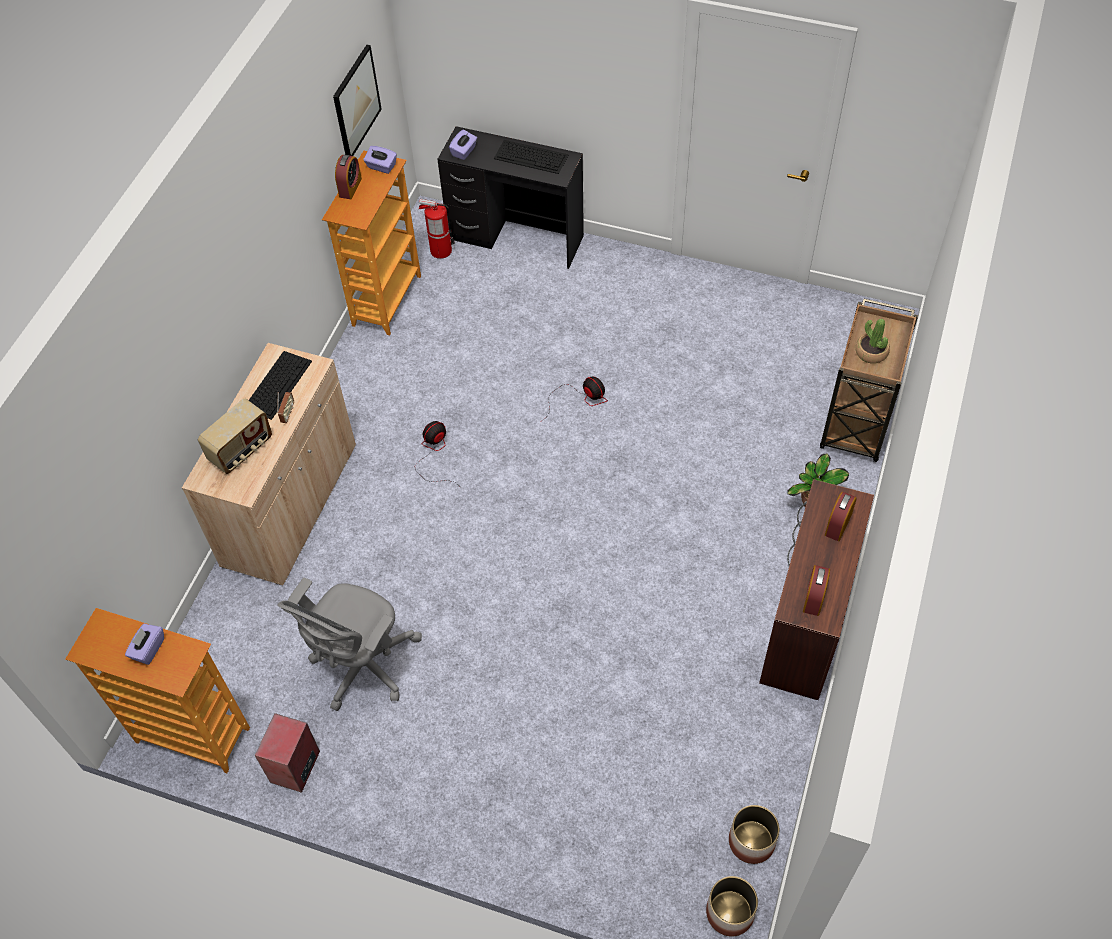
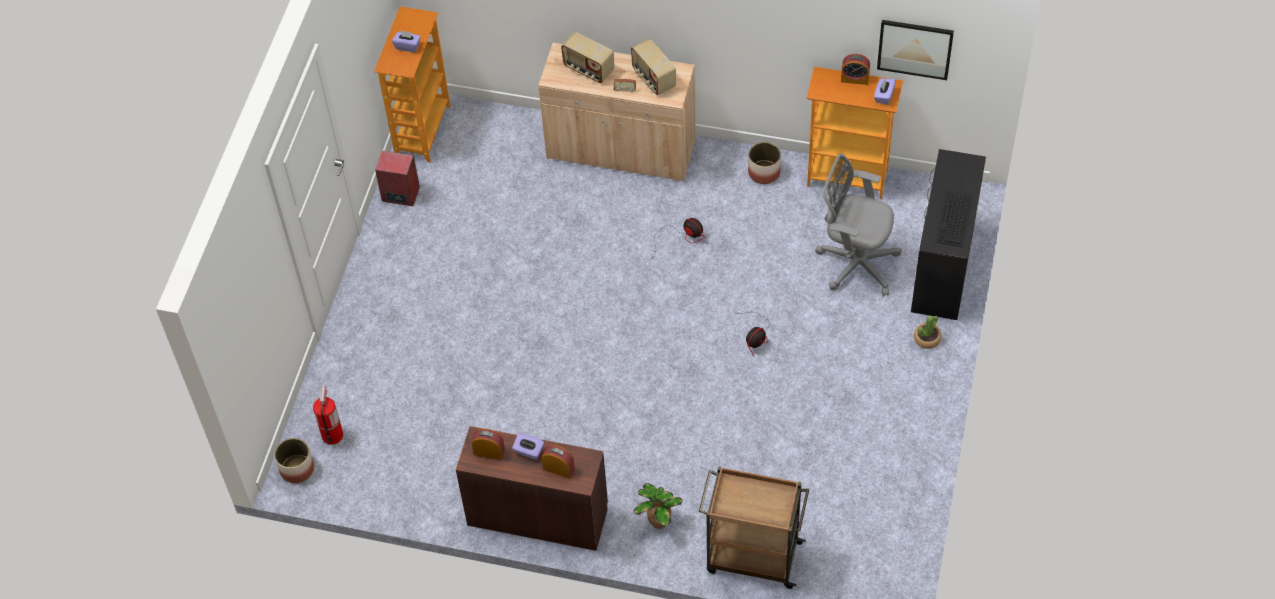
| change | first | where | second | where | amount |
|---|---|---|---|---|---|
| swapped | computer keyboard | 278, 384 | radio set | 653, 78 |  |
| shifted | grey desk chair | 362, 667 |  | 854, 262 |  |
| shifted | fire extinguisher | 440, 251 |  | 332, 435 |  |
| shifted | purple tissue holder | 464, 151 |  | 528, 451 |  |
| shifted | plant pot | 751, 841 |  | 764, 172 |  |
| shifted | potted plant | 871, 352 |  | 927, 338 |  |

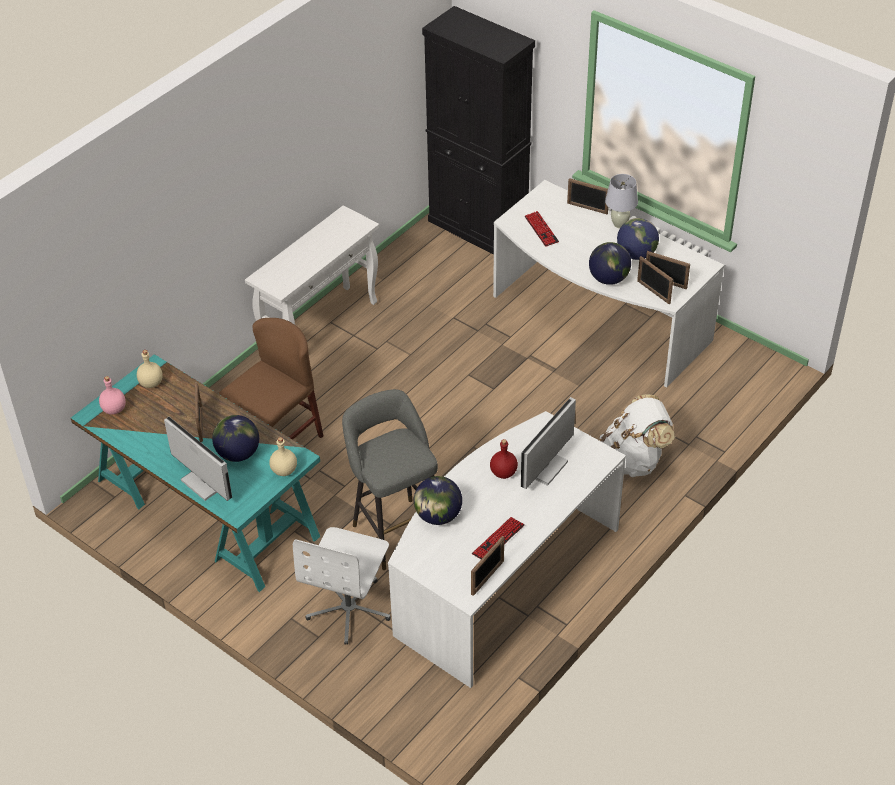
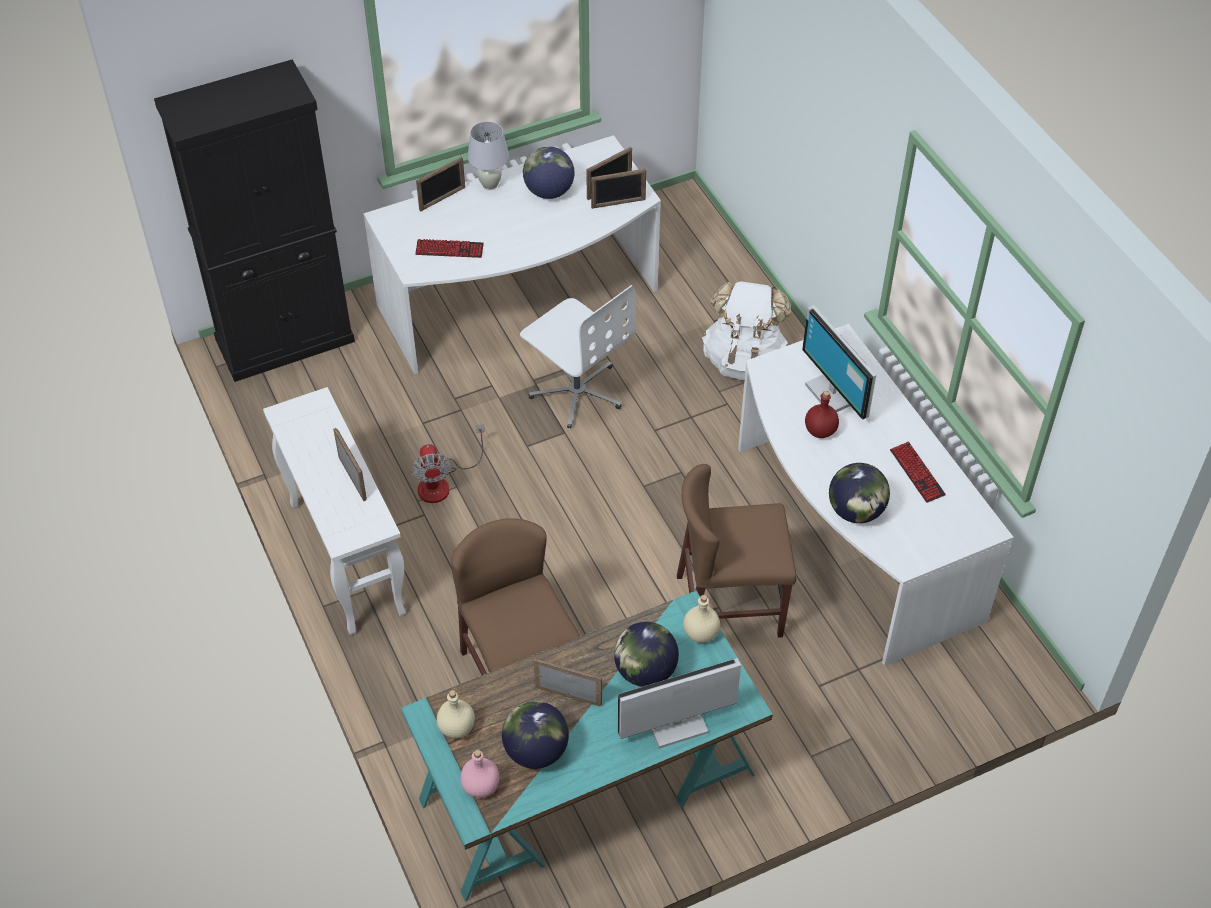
| change | first | where | second | where | amount |
|---|---|---|---|---|---|
| shifted | white desk chair | 349, 608 |  | 577, 391 |  |
| swapped | grey sitting stool | 395, 530 | brown-coloured upright chair | 729, 606 |  |
| shifted | standing frame | 487, 577 |  | 352, 478 |  |
| shifted | world globe | 608, 279 |  | 536, 751 |  |
| new |  |  | electric fan | 442, 483 |  |

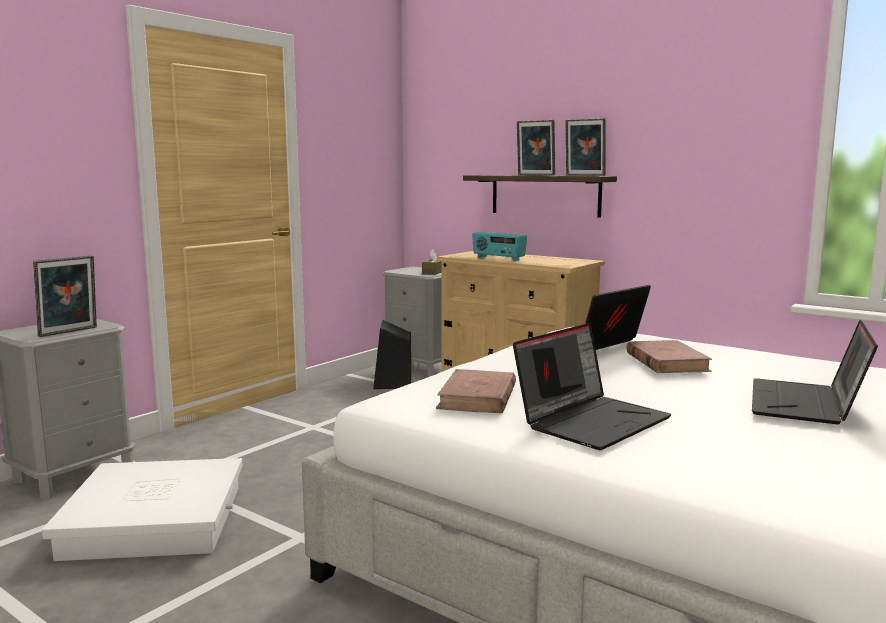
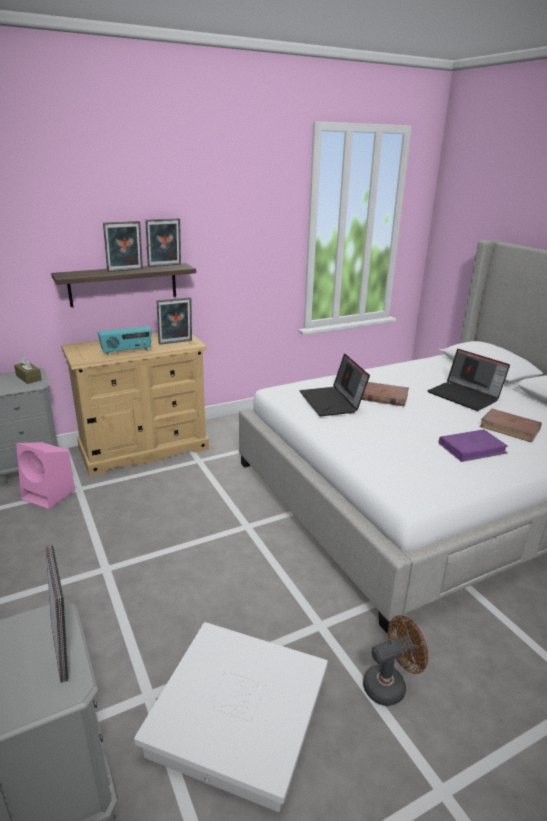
| change | first | where | second | where | amount |
|---|---|---|---|---|---|
| repainted | black-coloured audio speaker | 393, 384 | pinkish audio speaker | 50, 495 |  |
| shifted | brown-coloured volume | 477, 397 |  | 510, 428 |  |
| swapped | portable computer | 592, 421 | purple volume | 472, 448 |  |
| new |  |  | standing frame | 176, 342 |  |
| new |  |  | brown-coloured electric fan | 390, 684 |  |

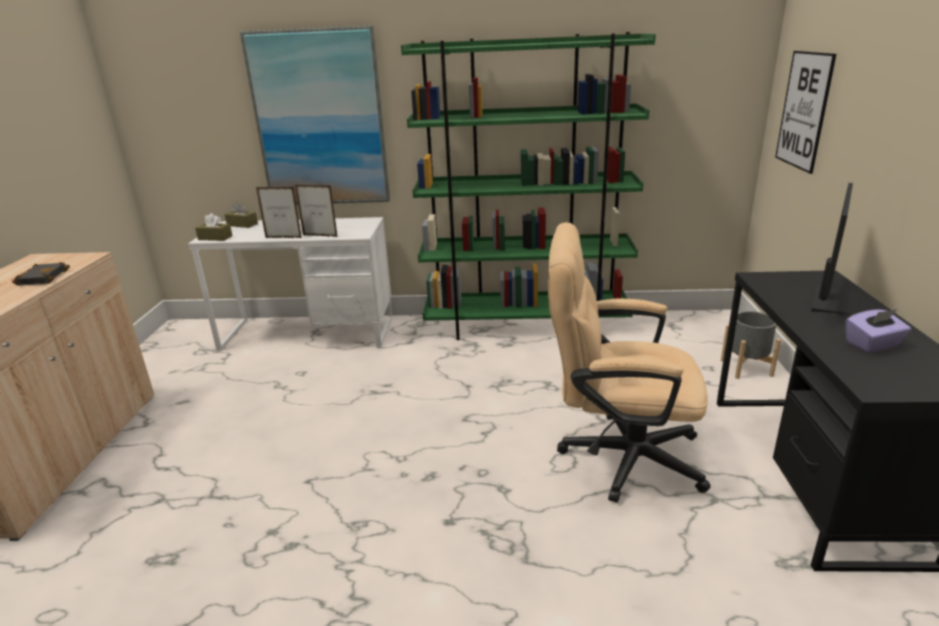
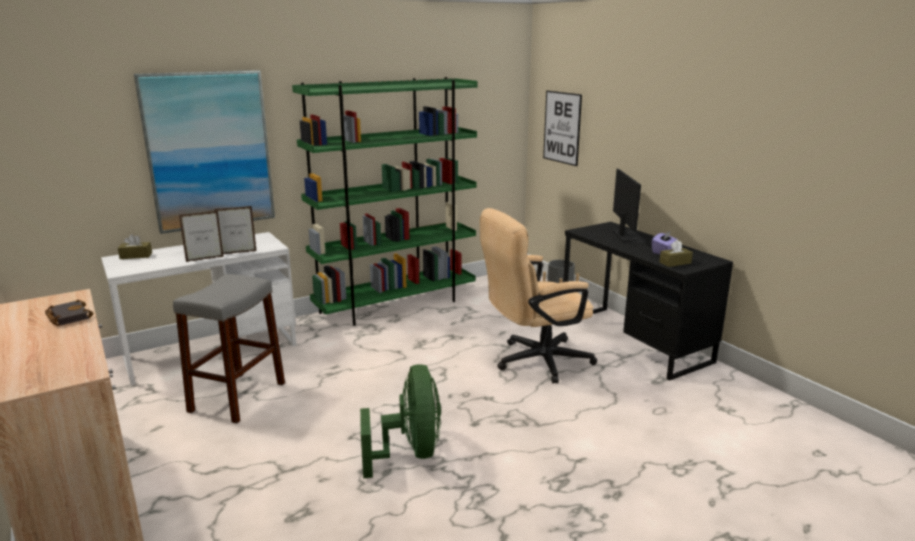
| change | first | where | second | where | amount |
|---|---|---|---|---|---|
| shifted | brown-coloured tissue holder | 215, 238 |  | 675, 263 |  |
| new |  |  | grey sitting stool | 237, 397 |  |
| new |  |  | green electric fan | 410, 453 |  |

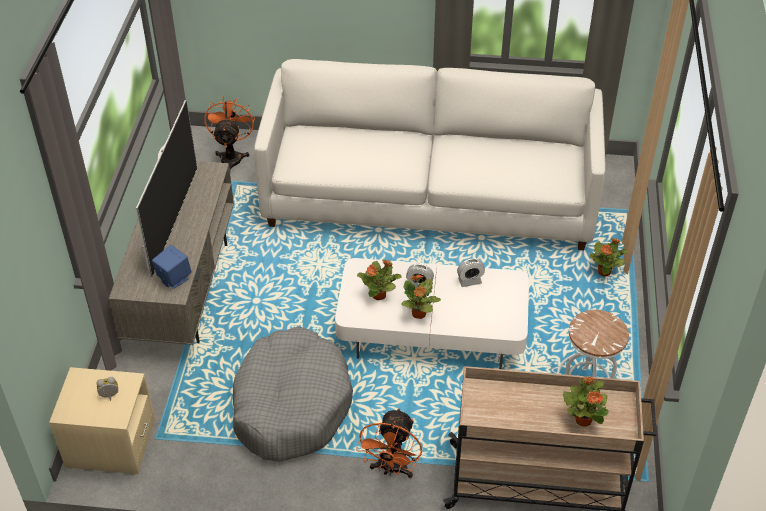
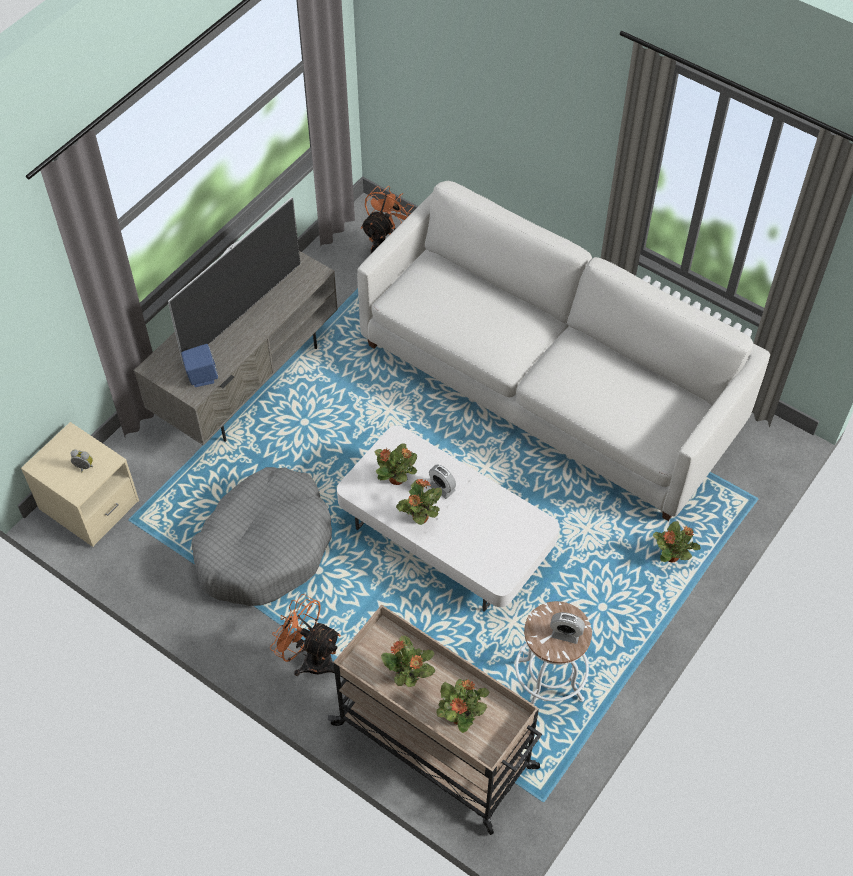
| change | first | where | second | where | amount |
|---|---|---|---|---|---|
| rotated | orange-coloured electric fan | 391, 469 |  | 311, 658 | 75 degrees clockwise |
| shifted | table clock | 470, 281 |  | 565, 634 |  |
| new |  |  | potted plant | 409, 677 |  |

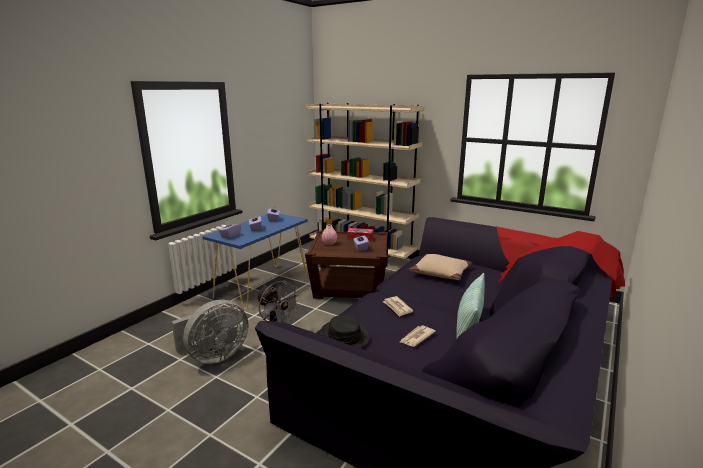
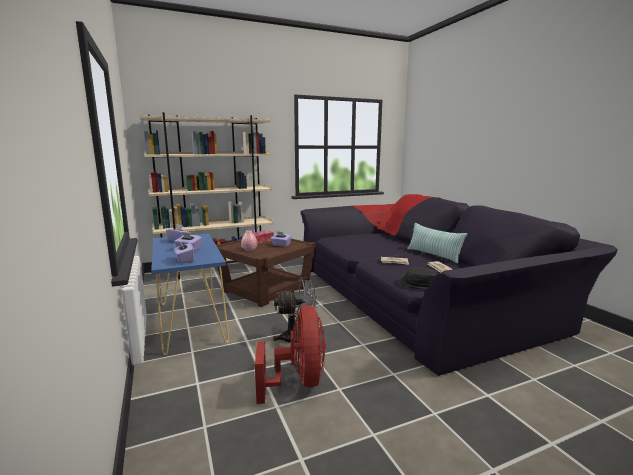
| change | first | where | second | where | amount |
|---|---|---|---|---|---|
| repainted | grey electric fan | 214, 356 | red electric fan | 298, 382 |  |
| gone | sand-coloured pillow | 441, 273 |  |  |  |

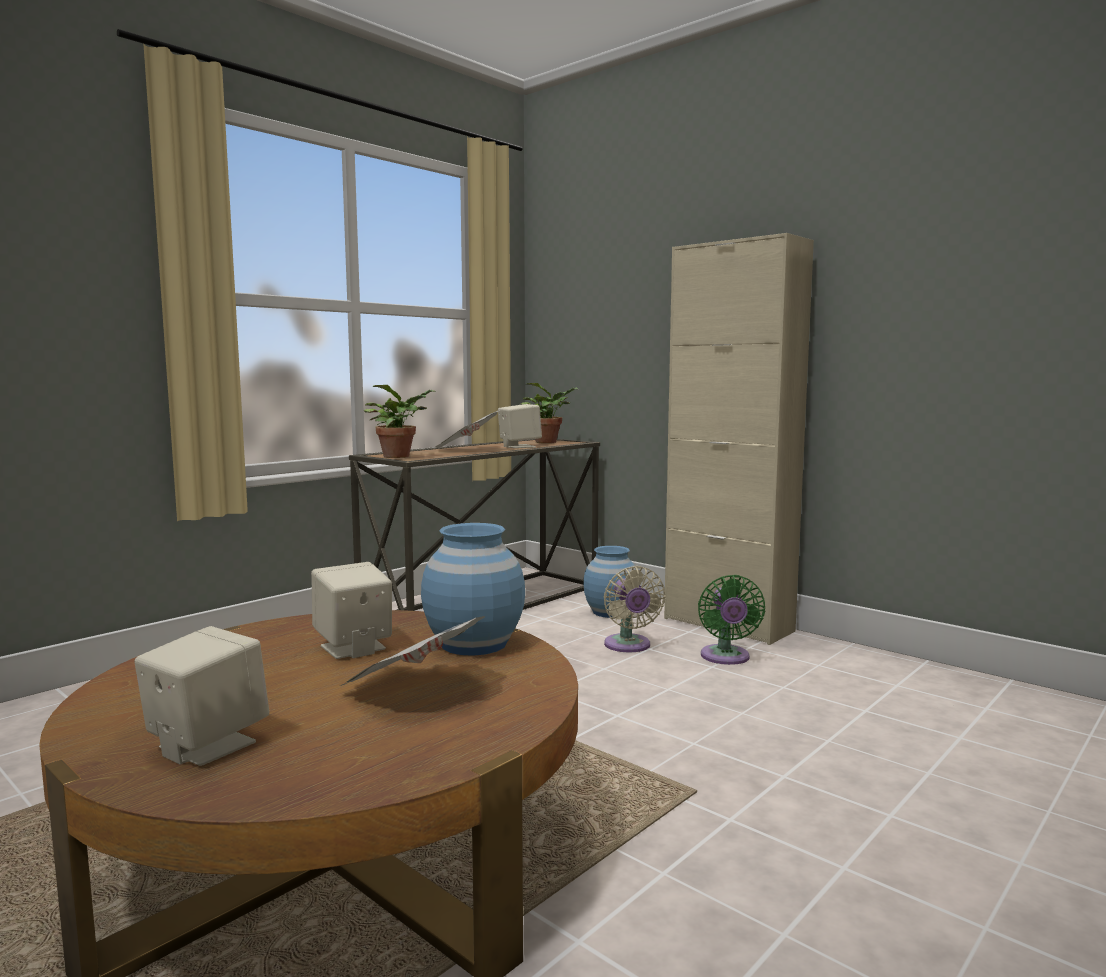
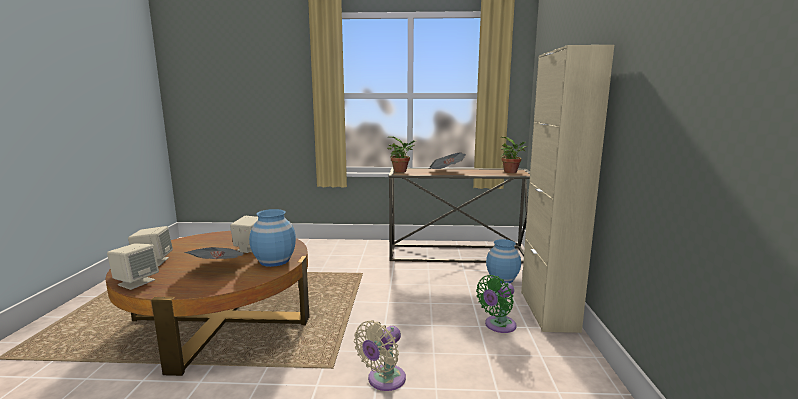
| change | first | where | second | where | amount |
|---|---|---|---|---|---|
| shifted | sand-coloured audio speaker | 519, 446 |  | 136, 282 |  |
| shifted | sand-coloured electric fan | 629, 646 |  | 384, 380 |  |

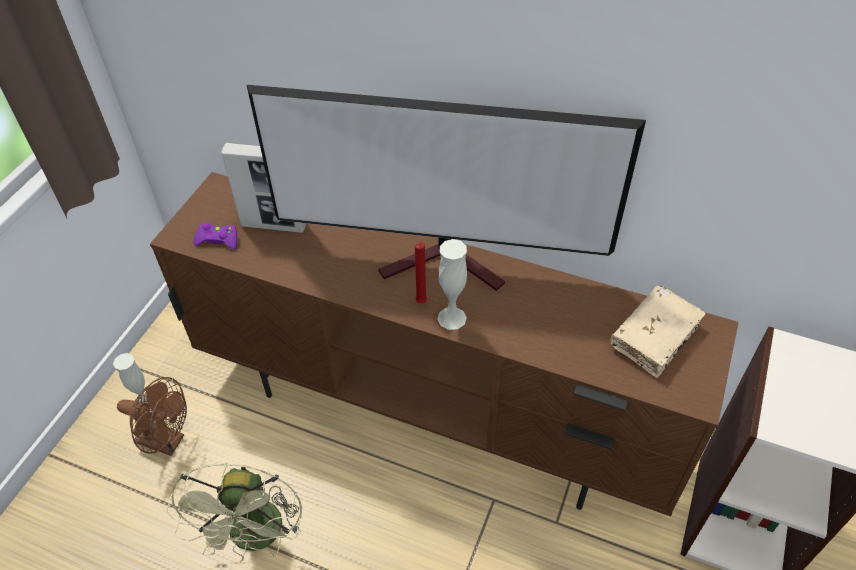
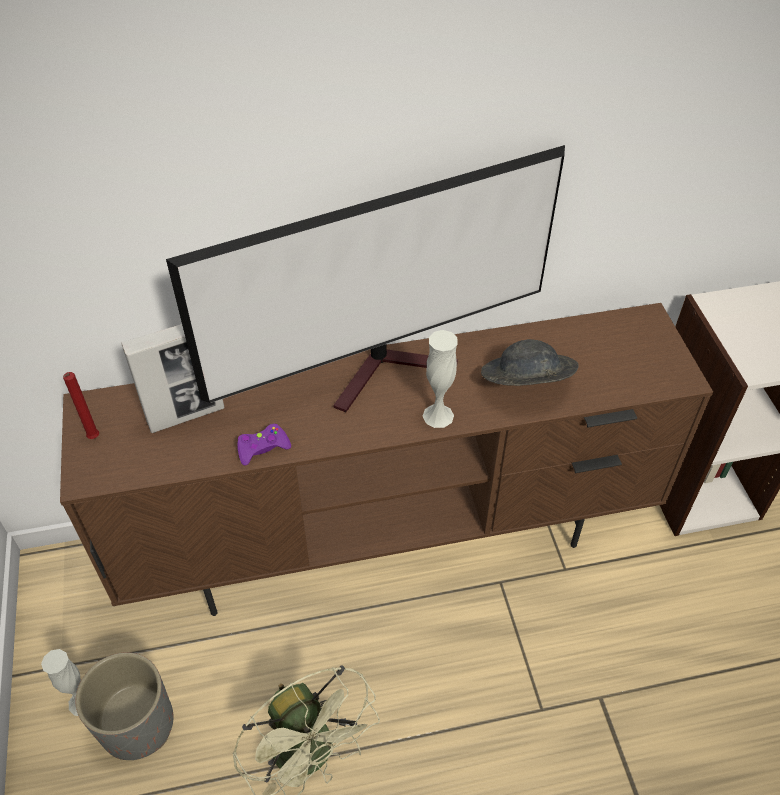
| change | first | where | second | where | amount |
|---|---|---|---|---|---|
| swapped | brown-coloured electric fan | 167, 441 | grey plant pot | 137, 724 |  |
| shifted | purple game controller | 218, 240 |  | 262, 448 |  |
| shifted | red wax light | 420, 303 |  | 93, 439 |  |
| gone | sand-coloured volume | 654, 337 |  |  |  |
| new |  |  | grey wearable hat | 525, 384 |  |

